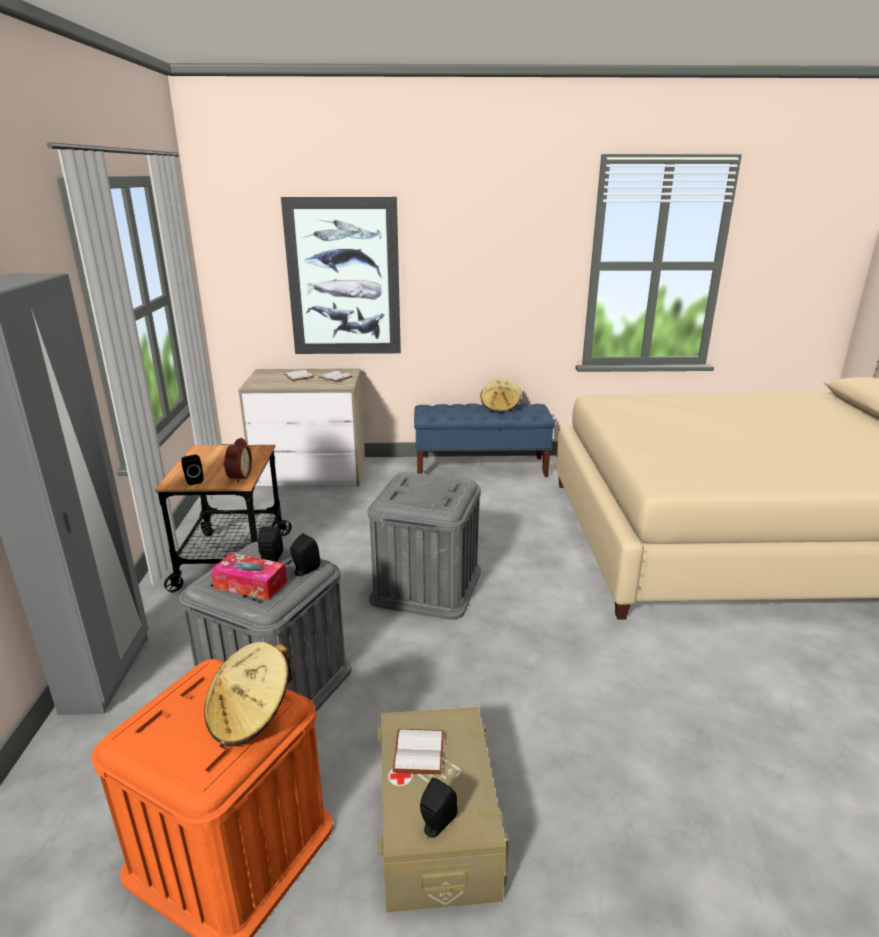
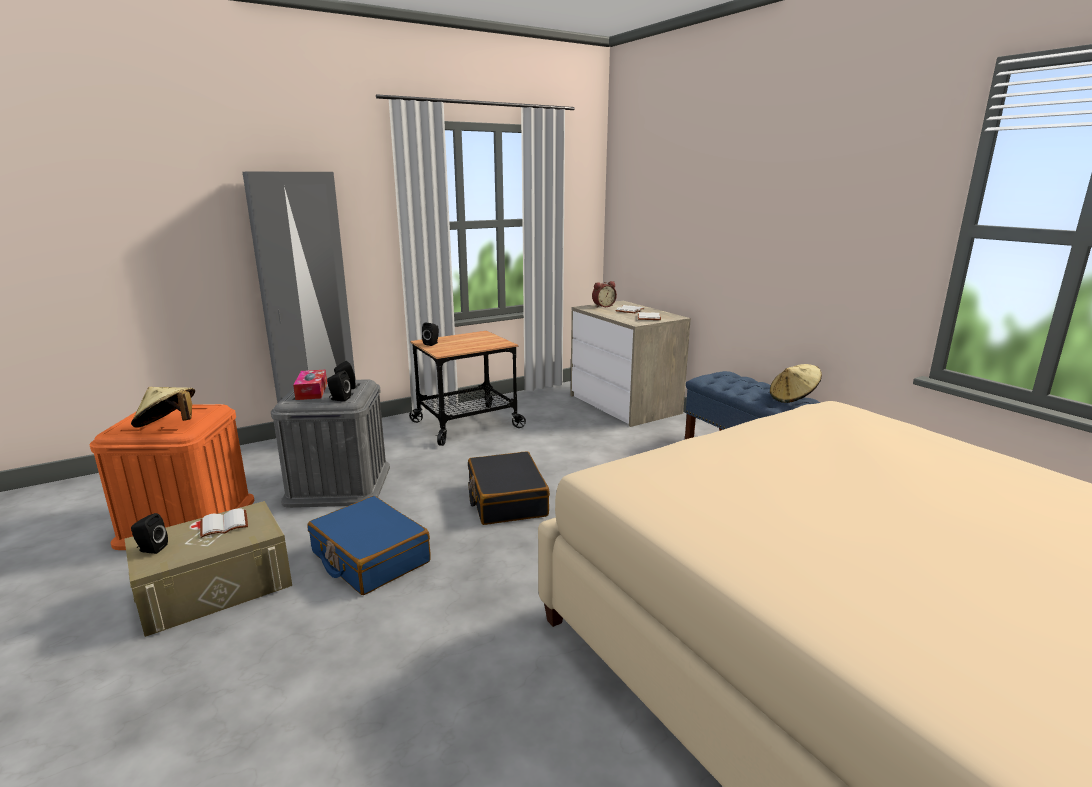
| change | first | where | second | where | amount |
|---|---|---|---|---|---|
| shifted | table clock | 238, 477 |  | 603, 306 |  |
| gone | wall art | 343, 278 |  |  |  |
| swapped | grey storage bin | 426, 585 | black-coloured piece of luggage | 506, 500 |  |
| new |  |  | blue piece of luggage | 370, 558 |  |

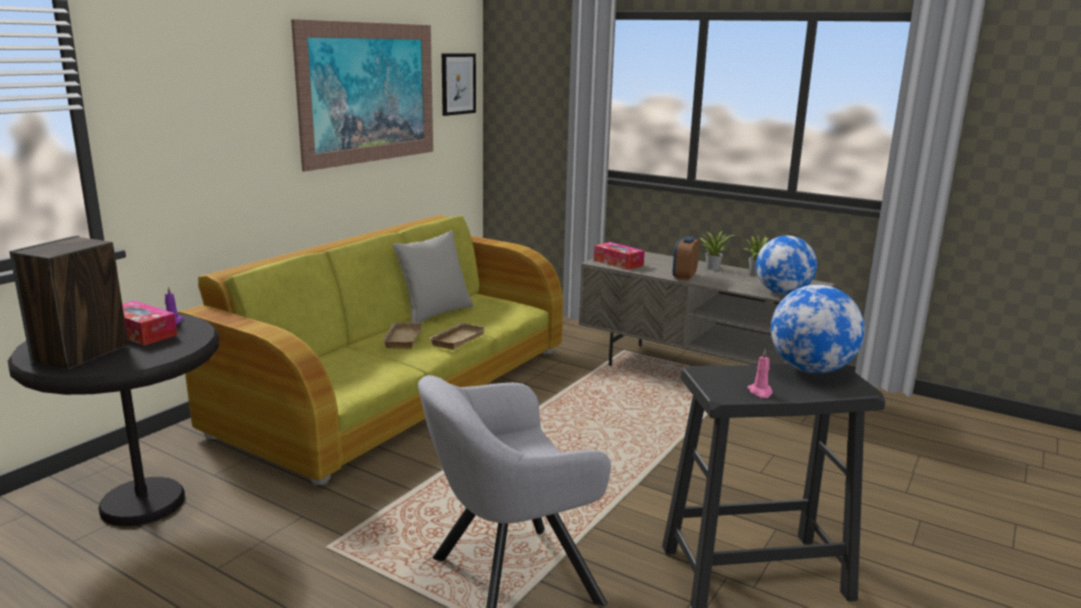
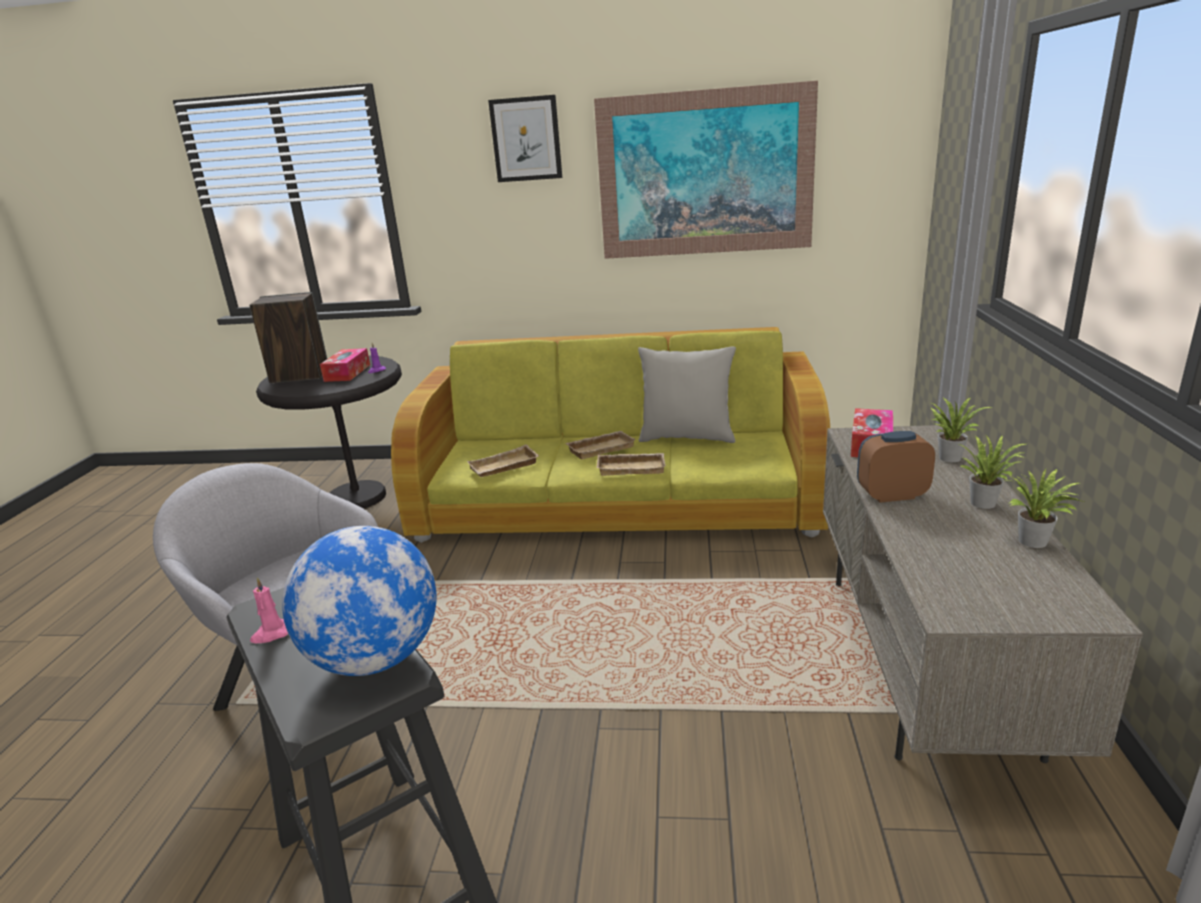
| change | first | where | second | where | amount |
|---|---|---|---|---|---|
| shifted | wall art | 458, 84 |  | 526, 139 |  |
| gone | world globe | 782, 293 |  |  |  |
| new |  |  | sand-coloured carrying tray | 503, 467 |  |
| new |  |  | potted plant | 949, 457 |  |

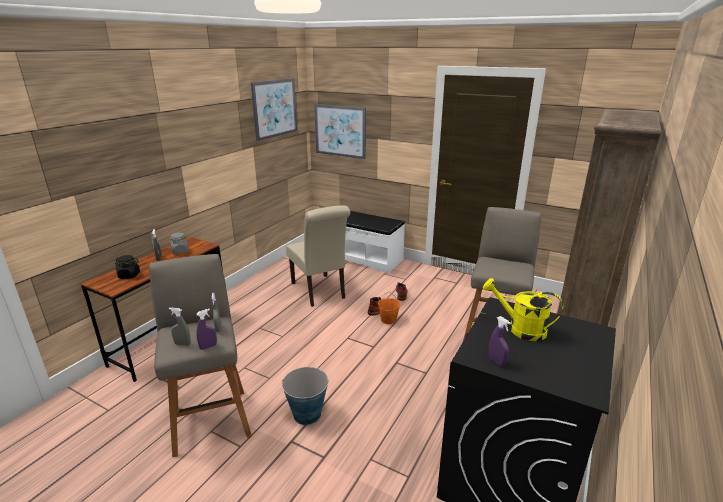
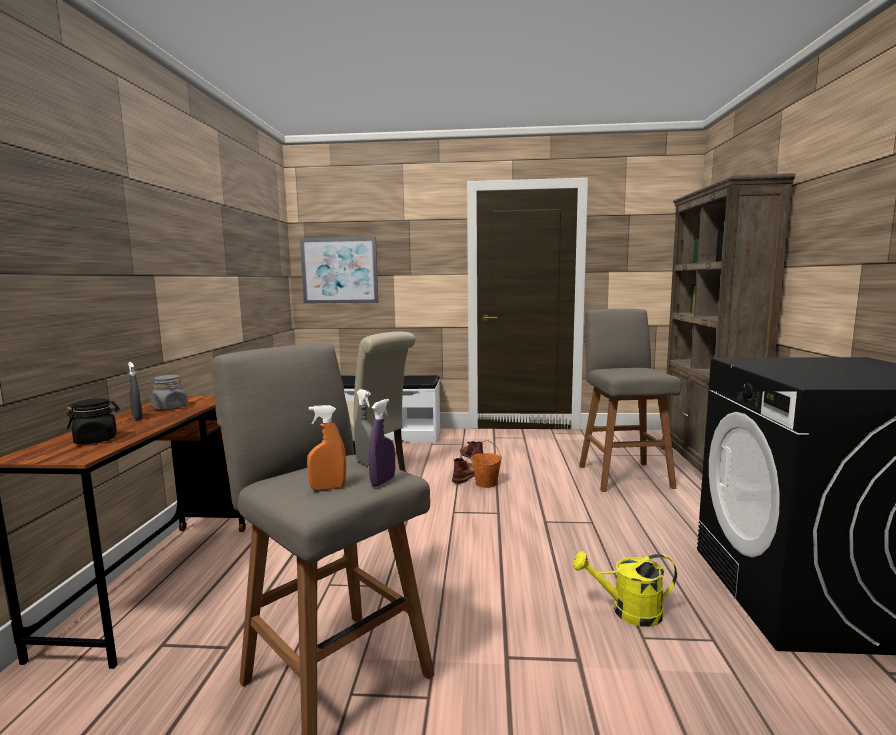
| change | first | where | second | where | amount |
|---|---|---|---|---|---|
| repainted | grey sprayer | 182, 344 | orange-coloured sprayer | 328, 488 |  |
| gone | wall art | 274, 108 |  |  |  |
| gone | bucket | 307, 414 |  |  |  |
| shifted | yellow watering can | 520, 329 |  | 628, 612 |  |
| gone | purple sprayer | 496, 361 |  |  |  |

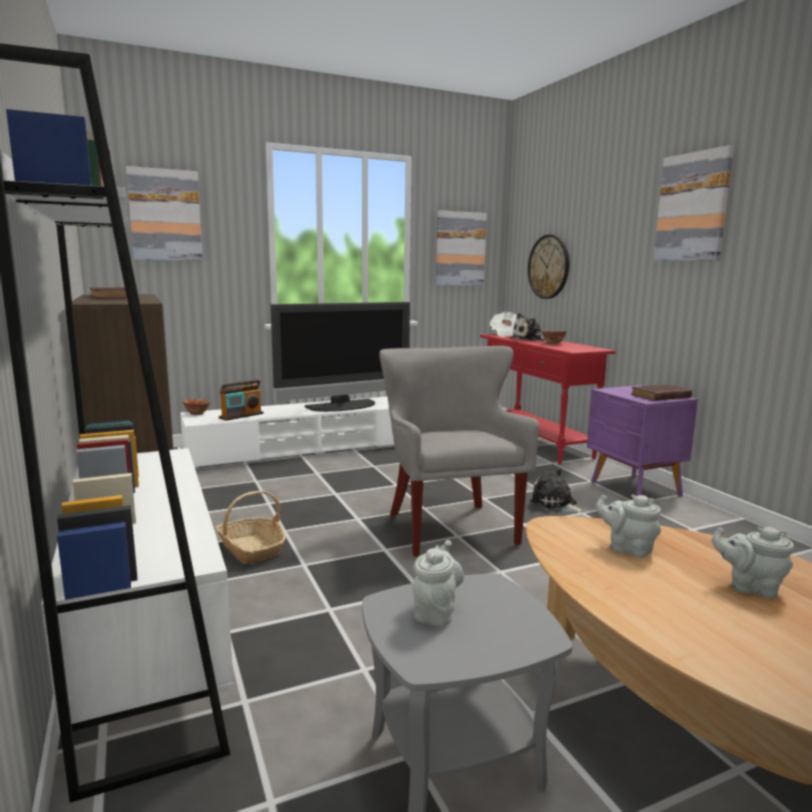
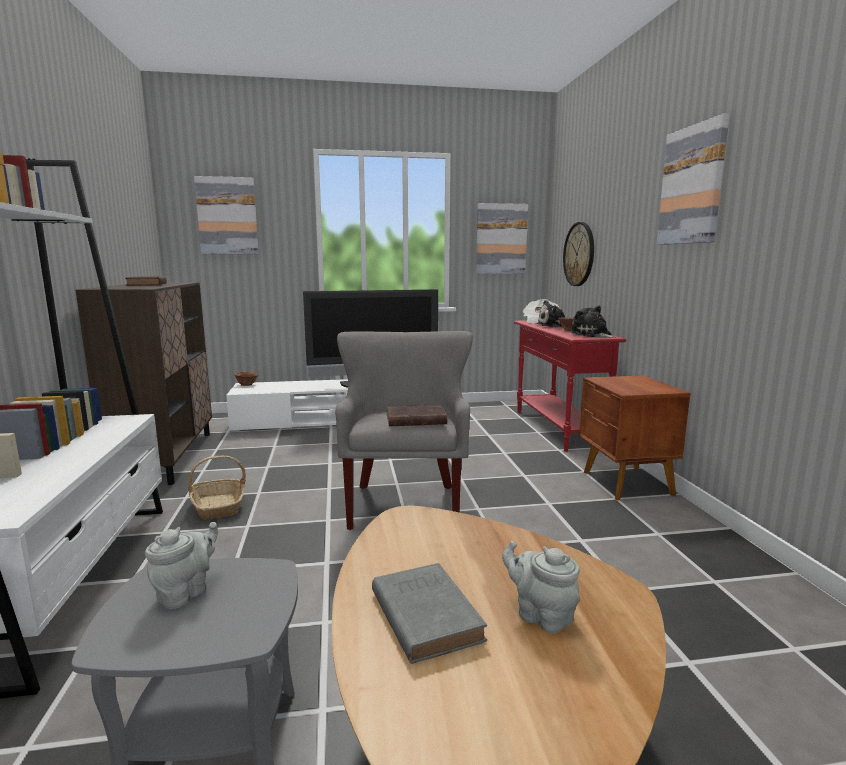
| change | first | where | second | where | amount |
|---|---|---|---|---|---|
| gone | radio set | 241, 416 |  |  |  |
| shifted | cuddly toy | 555, 504 |  | 592, 335 |  |
| repainted | purple bedside table | 635, 489 | brown-coloured bedside table | 626, 484 |  |
| gone | grey tea pot | 627, 548 |  |  |  |
| shifted | brown-coloured volume | 659, 396 |  | 414, 420 |  |
| new |  |  | grey volume | 424, 614 |  |

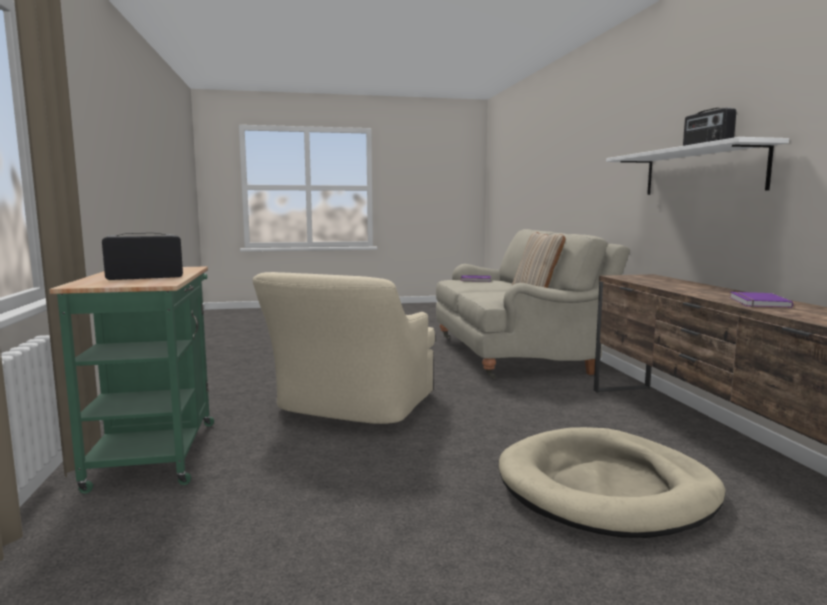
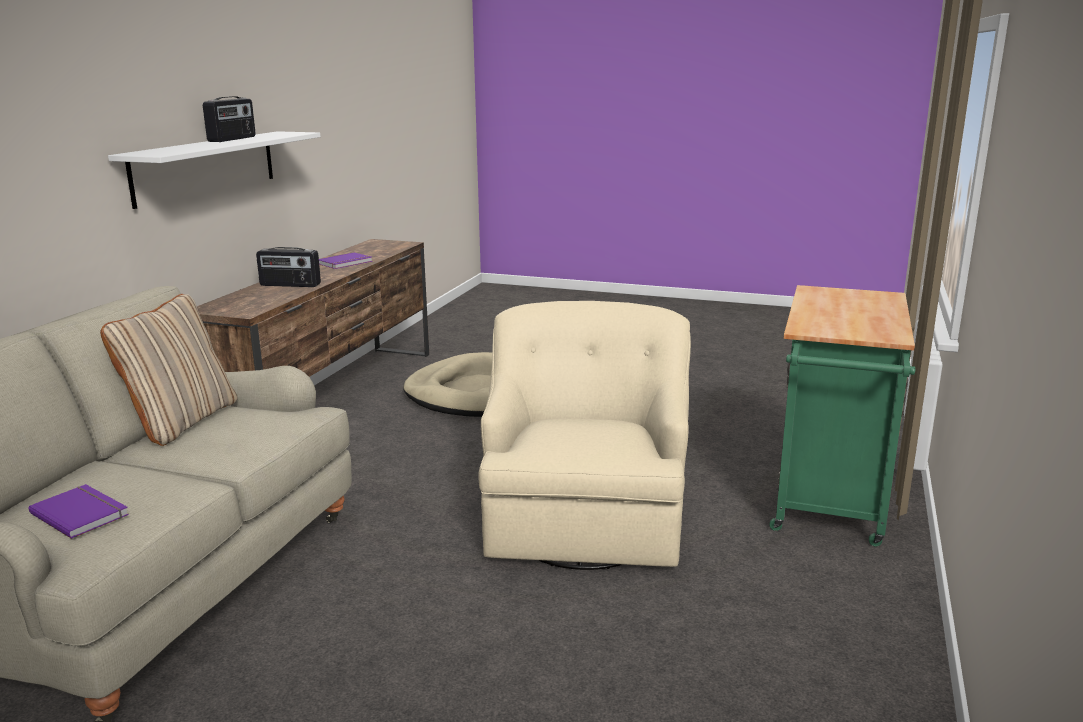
| change | first | where | second | where | amount |
|---|---|---|---|---|---|
| shifted | radio set | 145, 277 |  | 290, 285 |  |
| rotated | sand-coloured lounge chair | 350, 408 |  | 585, 516 | 45 degrees counterclockwise |

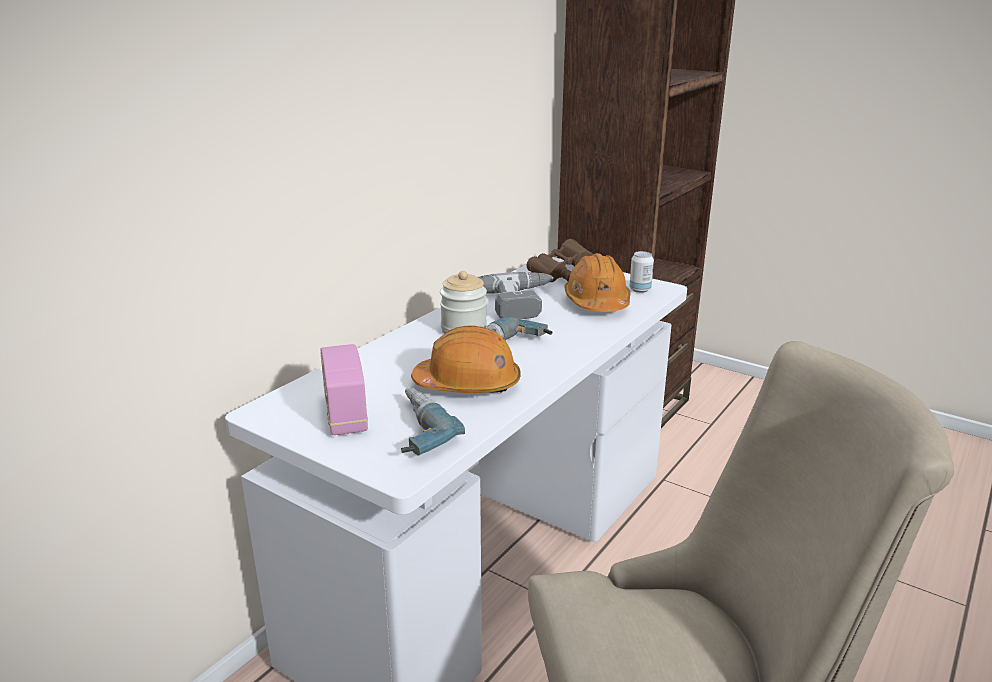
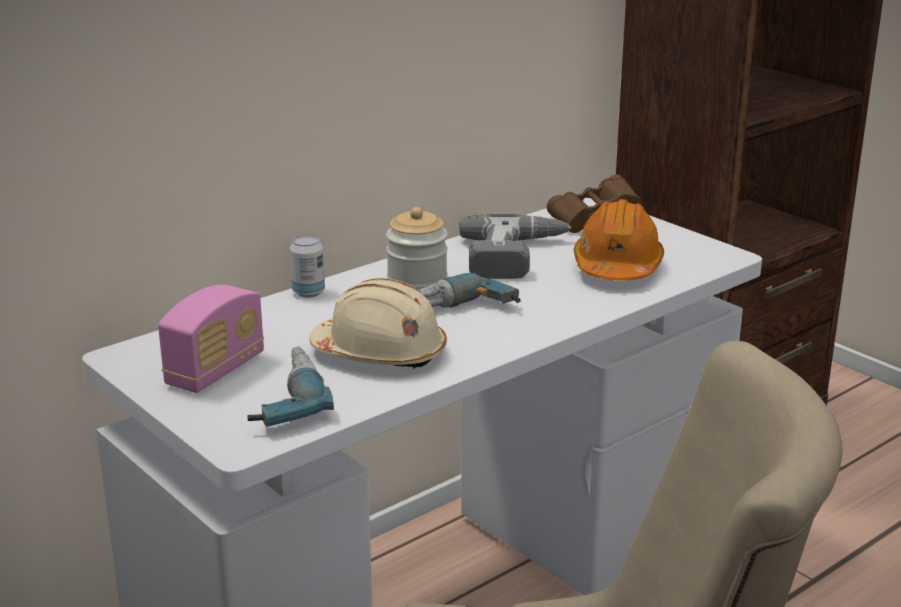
| change | first | where | second | where | amount |
|---|---|---|---|---|---|
| rotated | radio set | 345, 414 |  | 216, 370 | 150 degrees counterclockwise |
| repainted | orange-coloured work helmet | 468, 384 | sand-coloured work helmet | 380, 353 |  |
| shifted | metal can | 640, 290 |  | 308, 292 |  |

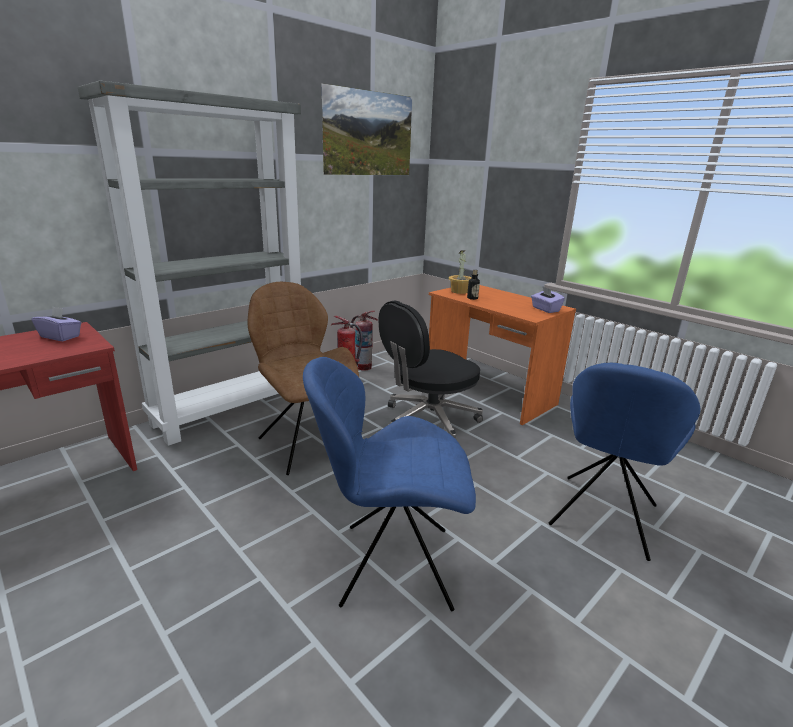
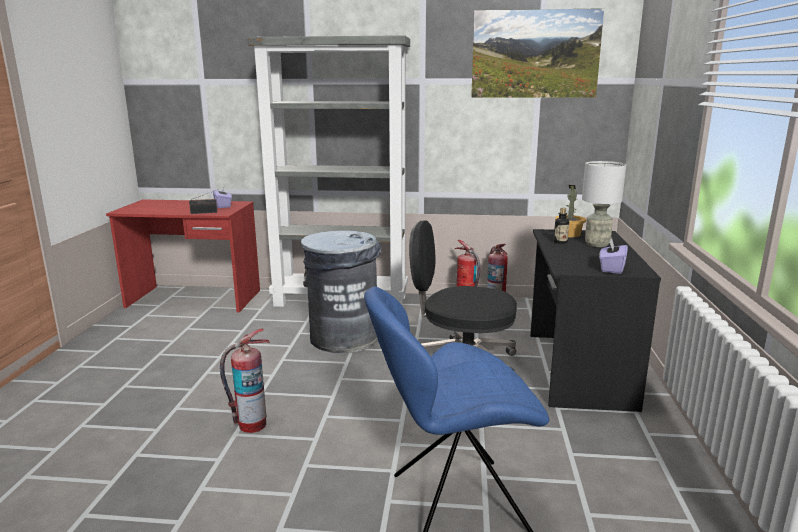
| change | first | where | second | where | amount |
|---|---|---|---|---|---|
| swapped | brown-coloured upright chair | 305, 443 | grey waste bin | 344, 338 |  |
| swapped | blue upright chair | 391, 565 | fire extinguisher | 251, 425 |  |
| repainted | orange-coloured desk table | 488, 393 | black-coloured desk table | 576, 369 |  |
| new |  |  | radio set | 205, 212 |  |
| new |  |  | grey tabletop lamp | 596, 244 |  |

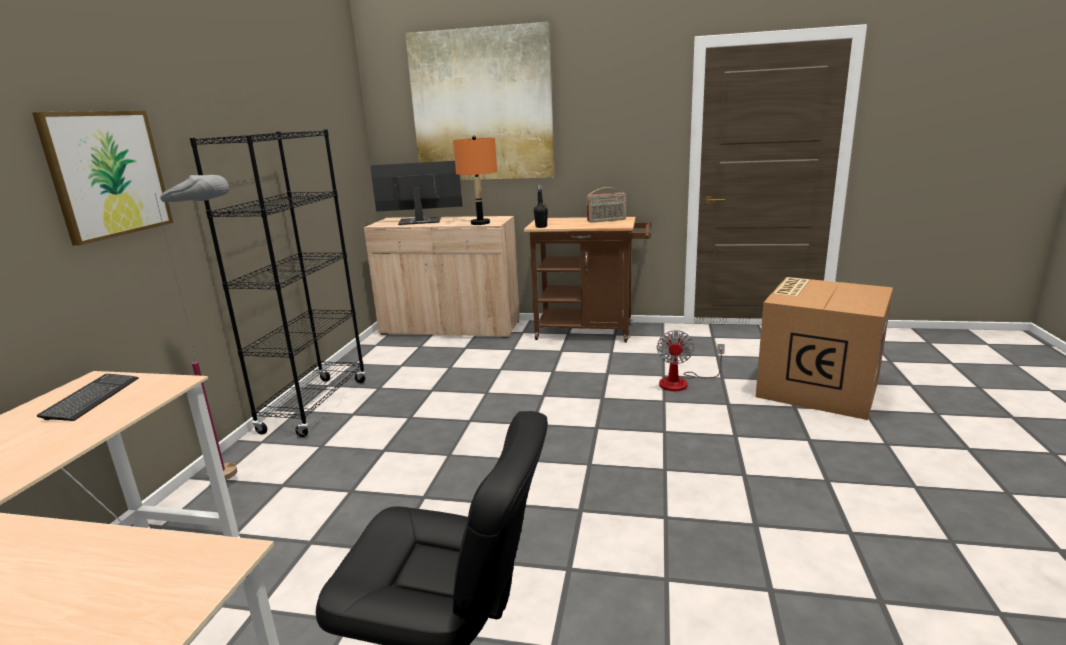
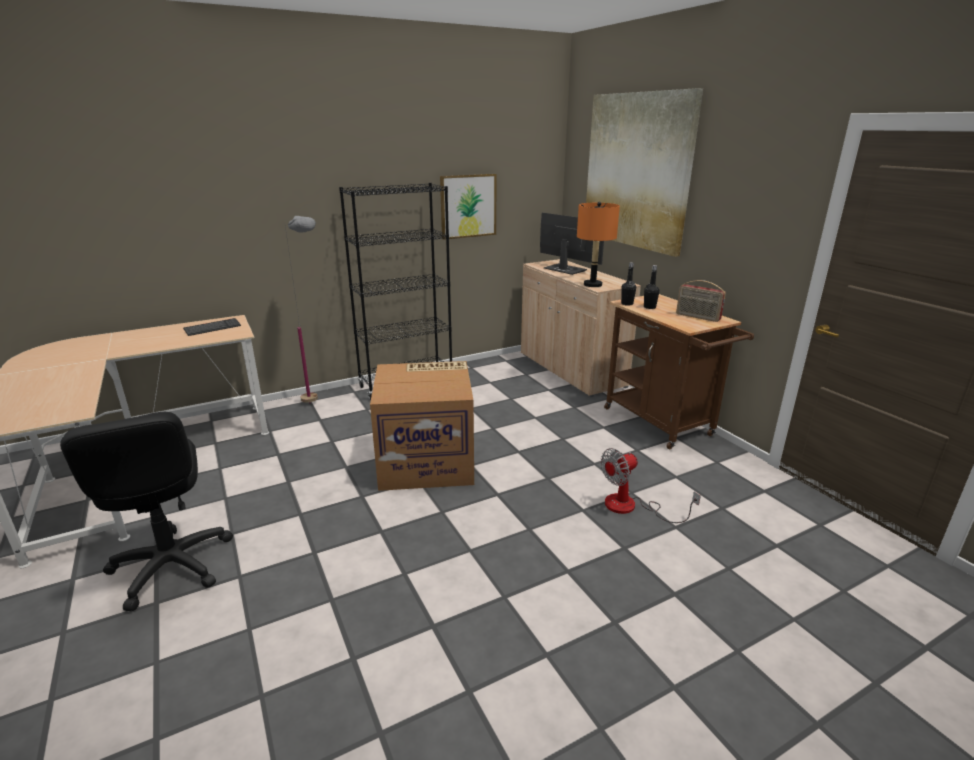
| change | first | where | second | where | amount |
|---|---|---|---|---|---|
| shifted | wall art | 108, 174 |  | 468, 206 |  |
| shifted | cardboard box | 816, 387 |  | 427, 461 |  |
| new |  |  | black-coloured bottle | 649, 307 |  |

